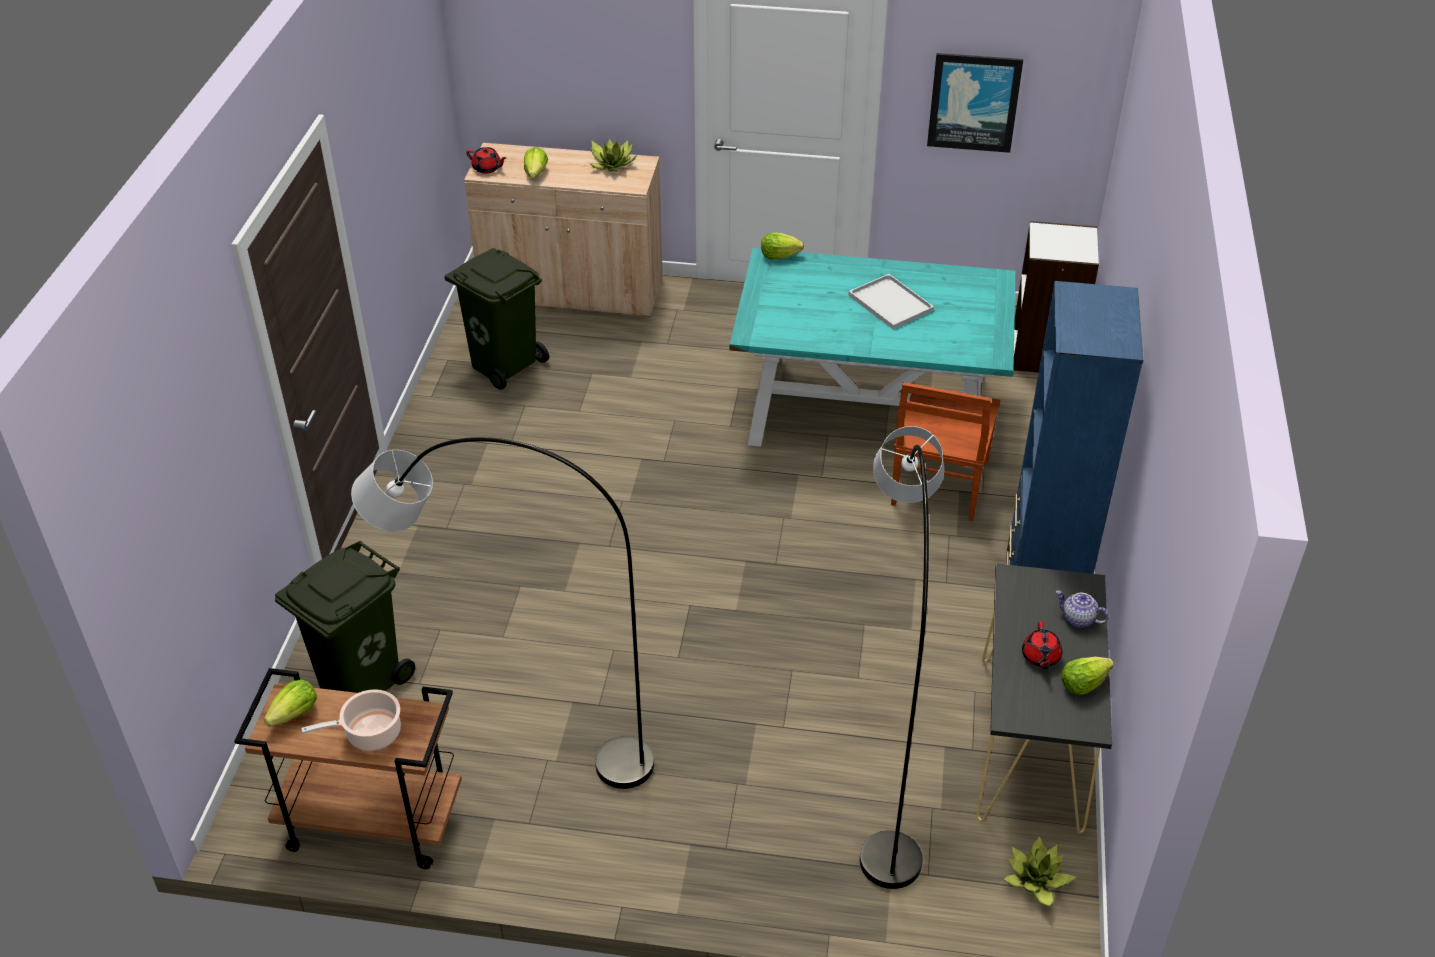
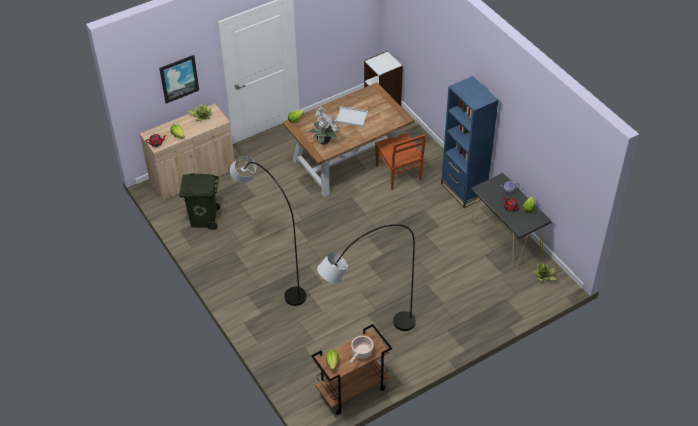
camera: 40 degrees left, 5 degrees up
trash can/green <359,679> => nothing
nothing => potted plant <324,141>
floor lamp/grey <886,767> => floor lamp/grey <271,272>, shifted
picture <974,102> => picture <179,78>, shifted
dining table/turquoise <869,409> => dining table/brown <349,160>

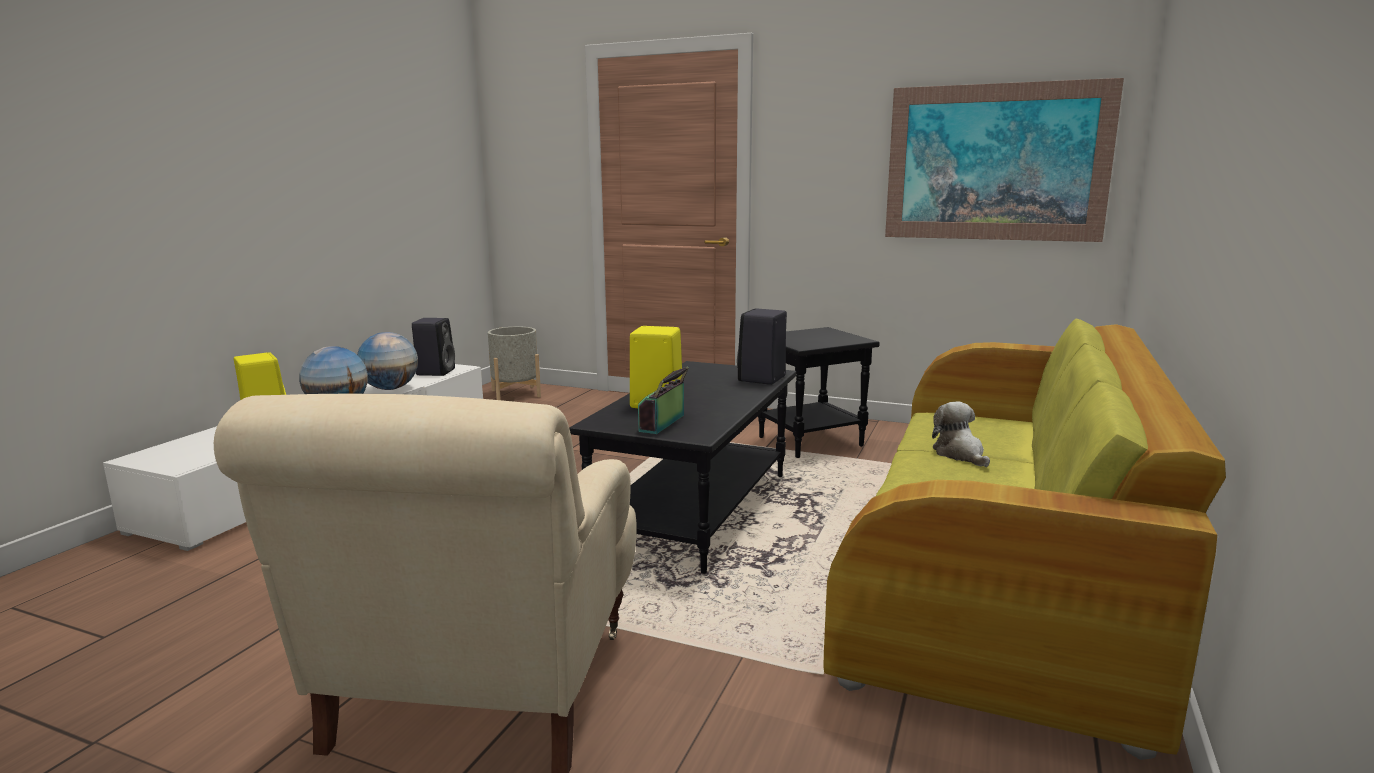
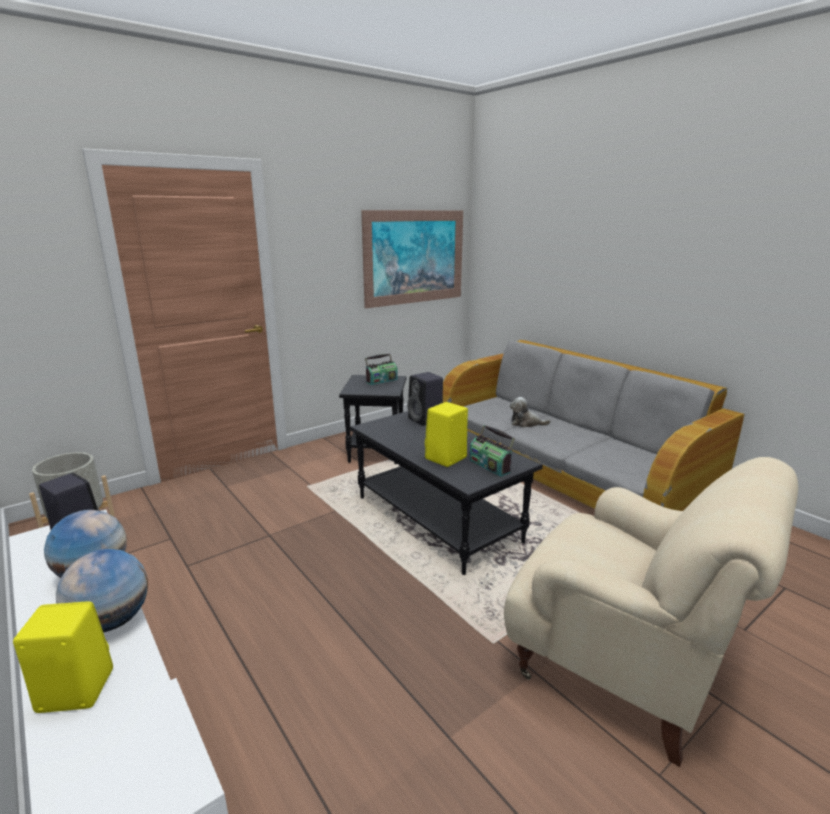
camera: 60 degrees left, 5 degrees up
nothing => radio <381,381>
sofa/green <1000,564> => sofa/grey <564,467>

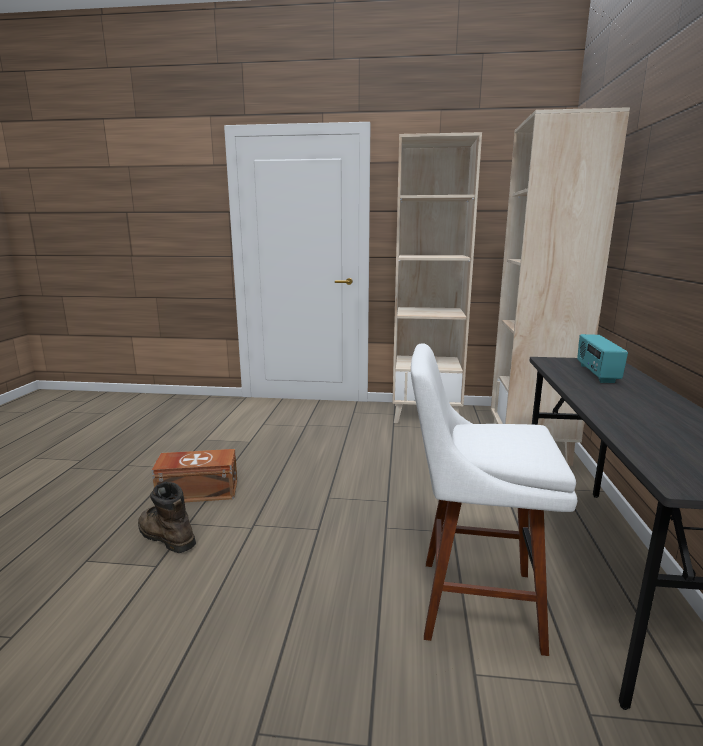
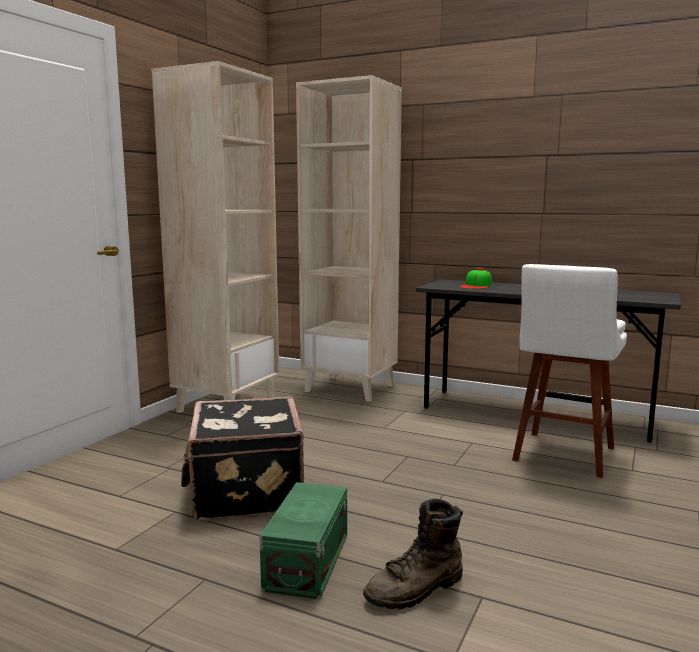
camera: 70 degrees left, 5 degrees down
nothing => suitcase/black <245,492>
radio <596,374> => cap <476,286>
storage box/brown <197,491> => storage box/green <305,562>

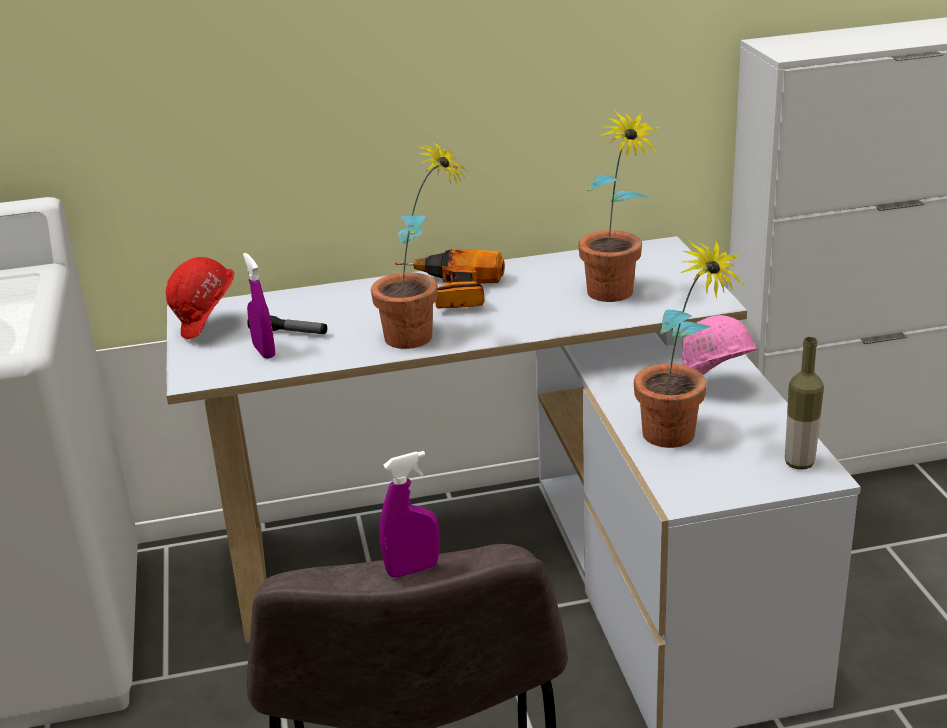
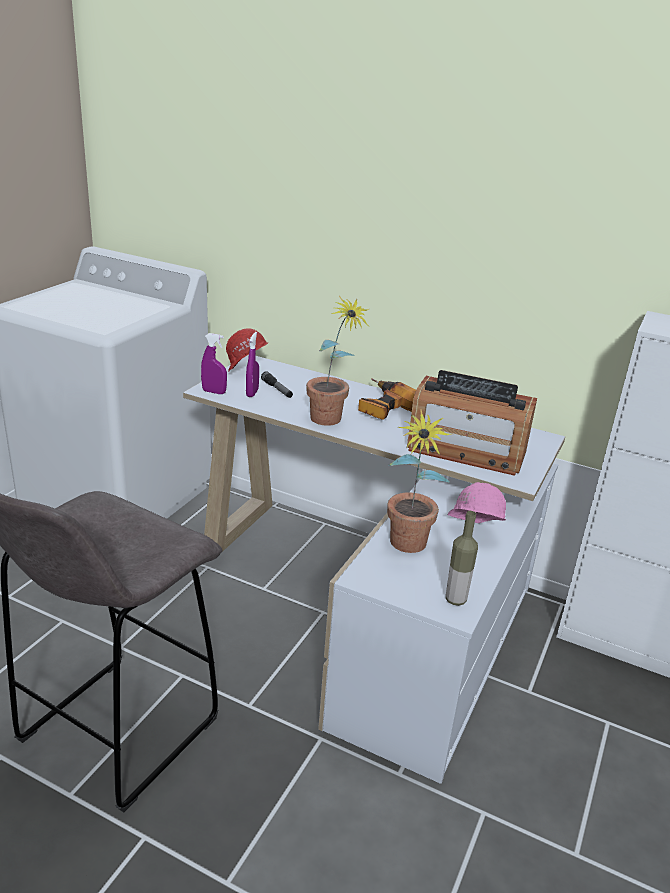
camera: 35 degrees right, 0 degrees up
spray bottle/purple <412,569> => spray bottle/purple <214,392>, shifted
potted plant <615,298> => radio <466,451>

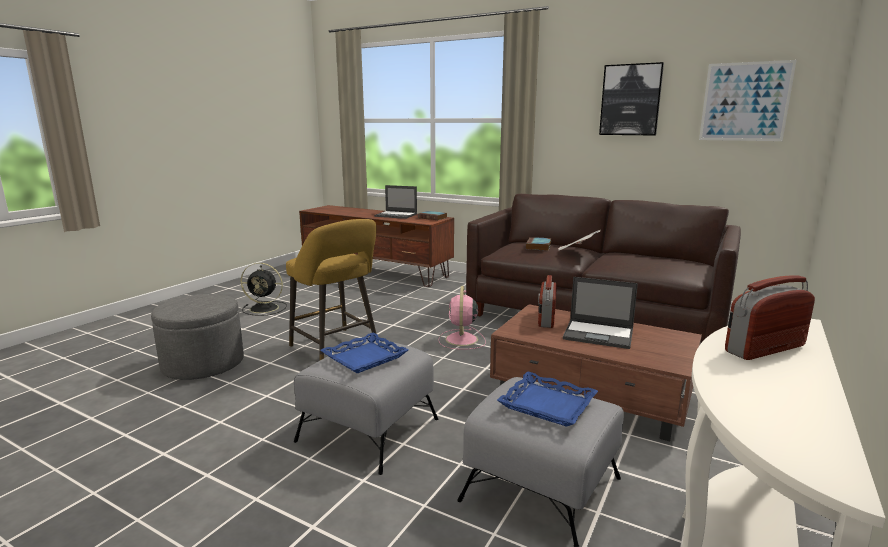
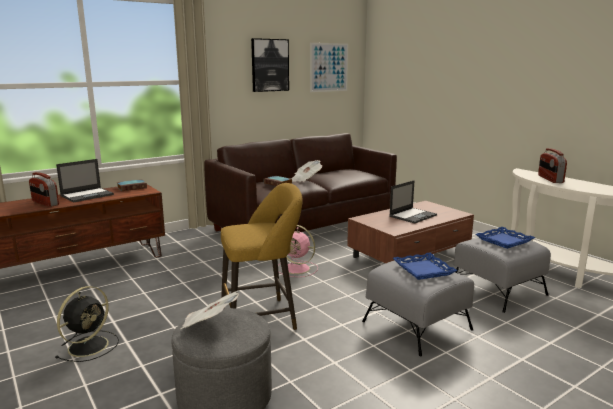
camera: 65 degrees left, 0 degrees up
nothing => newspaper <209,324>
radio <546,319> => radio <45,203>, shifted

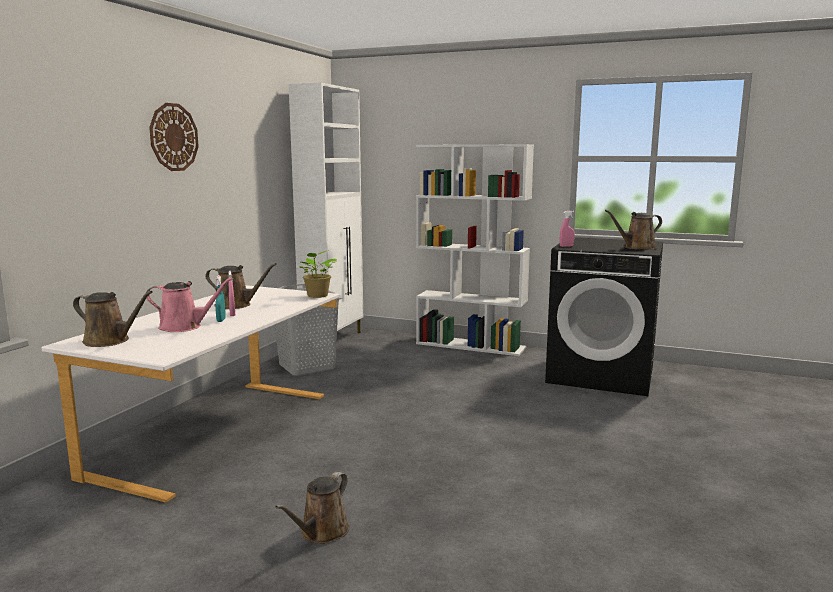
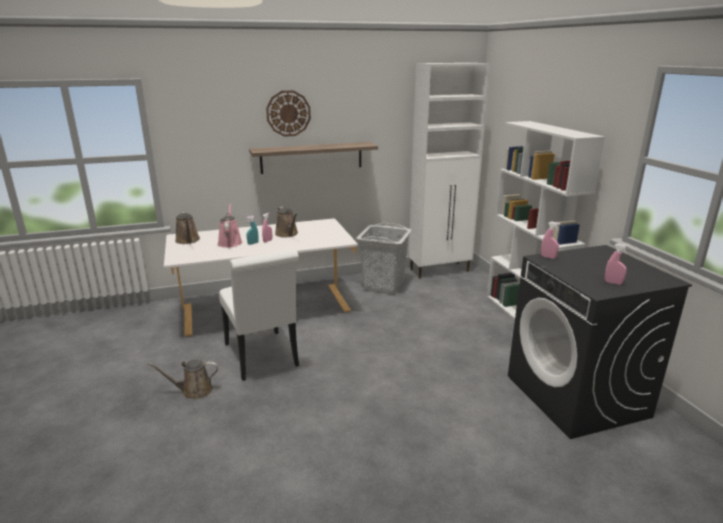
camera: 50 degrees right, 10 degrees up
potted plant <317,296> => nothing
nothing => chair/white <262,358>
nothing => shelf <311,157>
watering can/brown <637,248> => spray bottle/pink <613,283>
watering can/pink <184,327> => watering can/pink <230,242>, 150 degrees counterclockwise

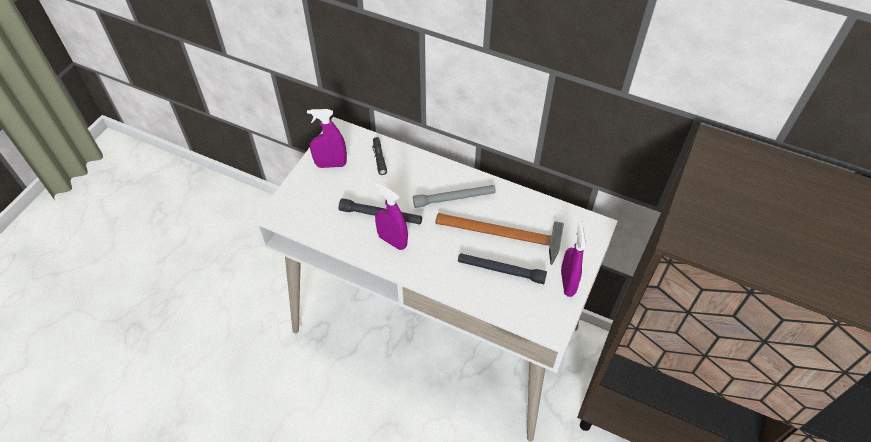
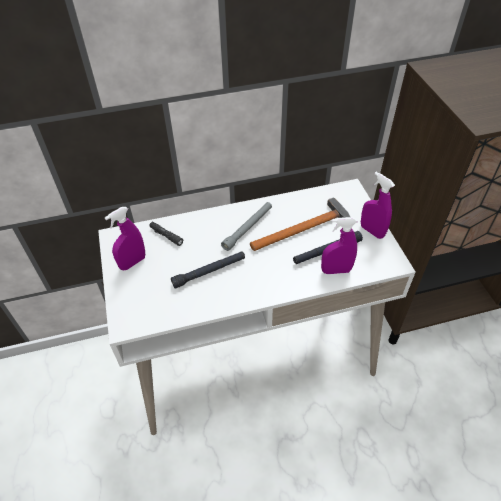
camera: 40 degrees left, 5 degrees down
spray bottle/purple <392,241> => spray bottle/purple <336,270>, shifted

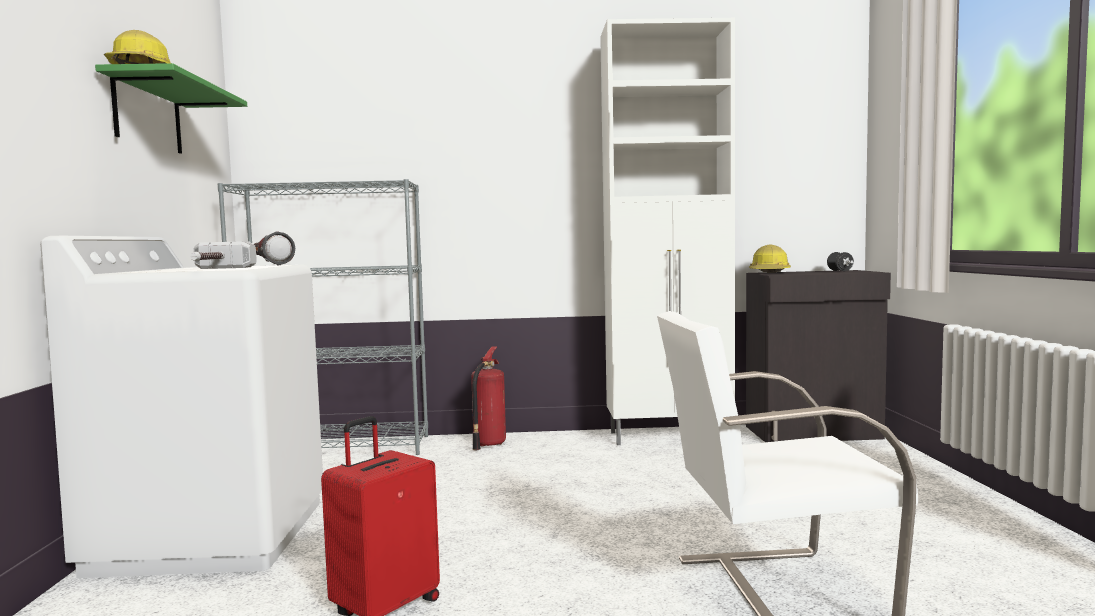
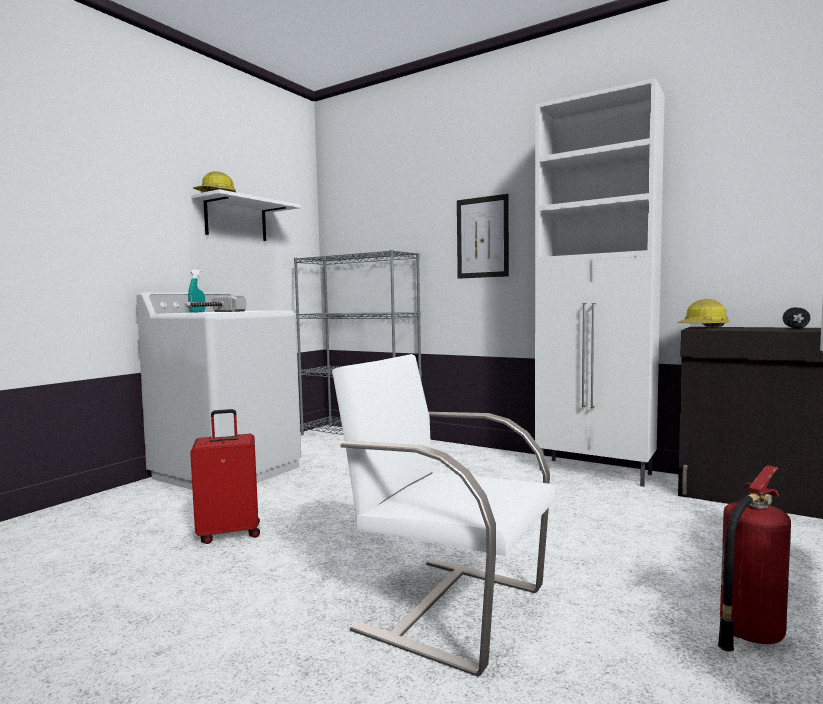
camera: 35 degrees right, 0 degrees up
flashlight <269,265> => nothing
nothing => spray bottle/turquoise <197,312>
nothing => picture <482,237>
fire extinguisher <488,444> => fire extinguisher <748,634>, shifted
shelf/green <148,115> => shelf/white <236,220>

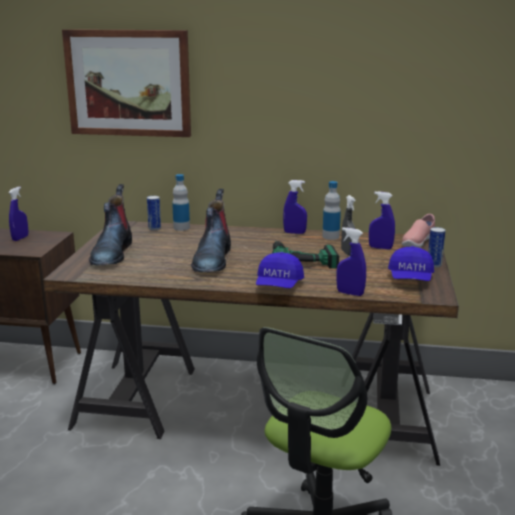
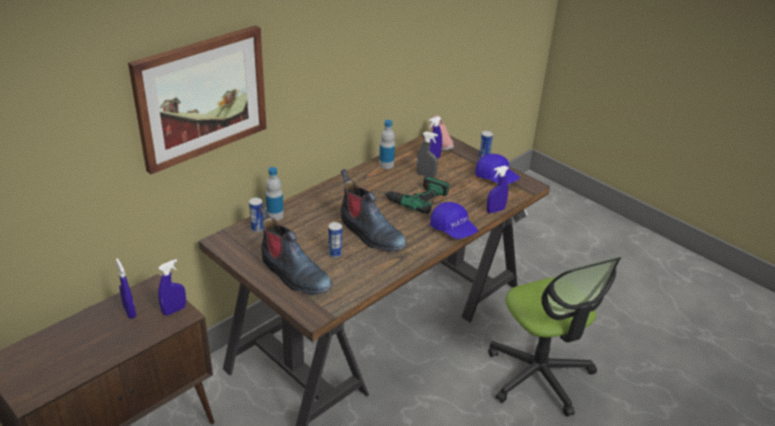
camera: 55 degrees left, 15 degrees up
nothing => can <335,254>
spray bottle/blue <294,233> => spray bottle/blue <174,310>, shifted

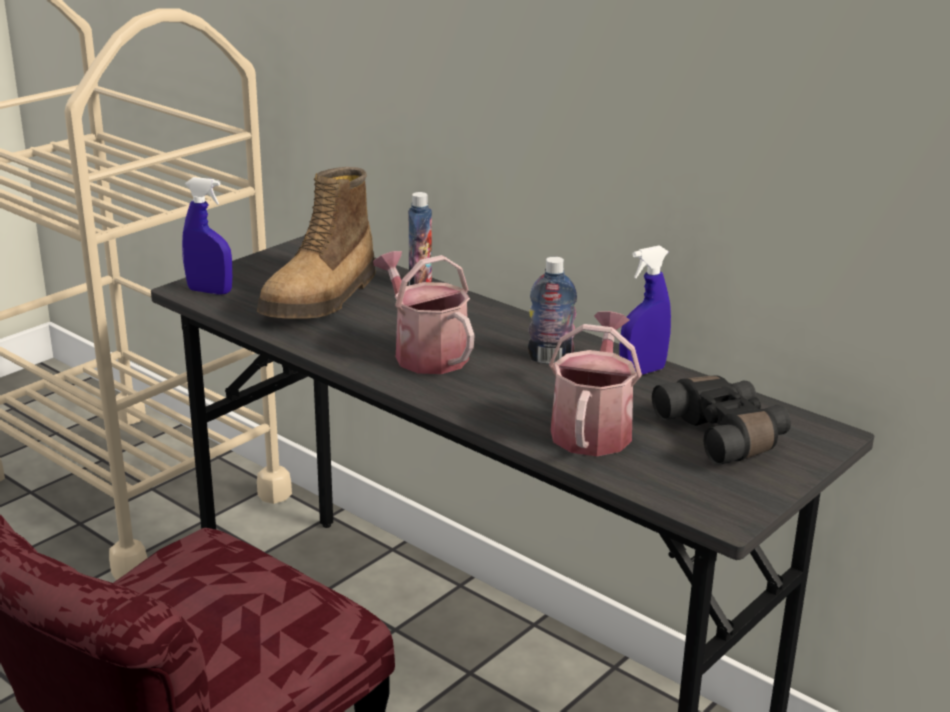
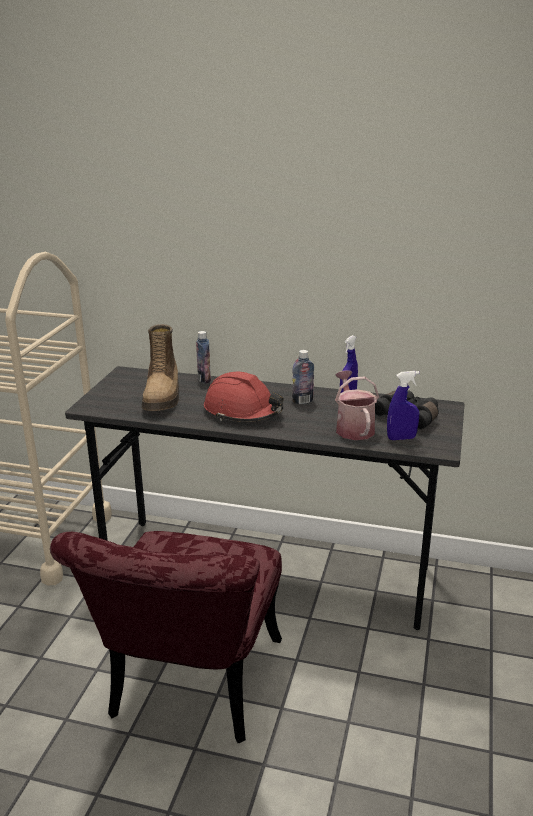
camera: 25 degrees left, 0 degrees up
spray bottle/blue <210,291> => spray bottle/blue <401,438>, shifted
watering can <425,353> => hard hat/red <243,411>

